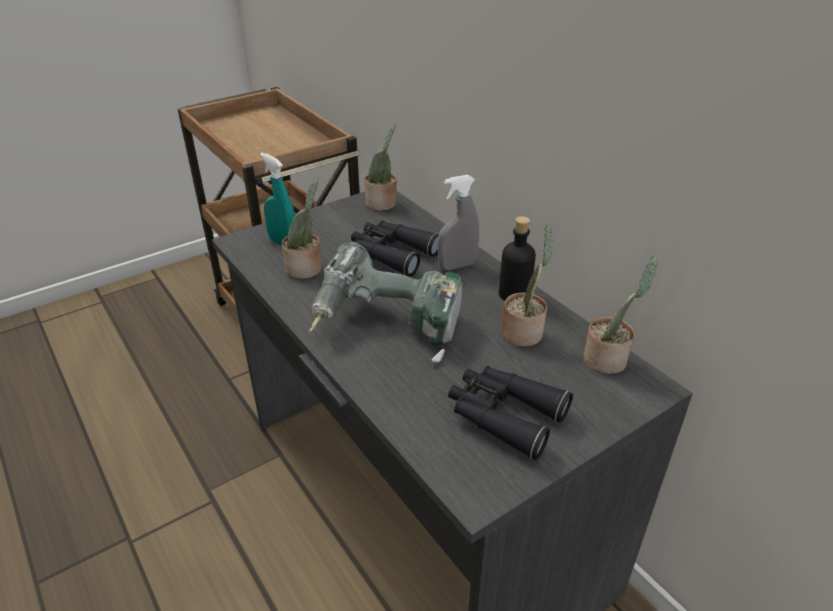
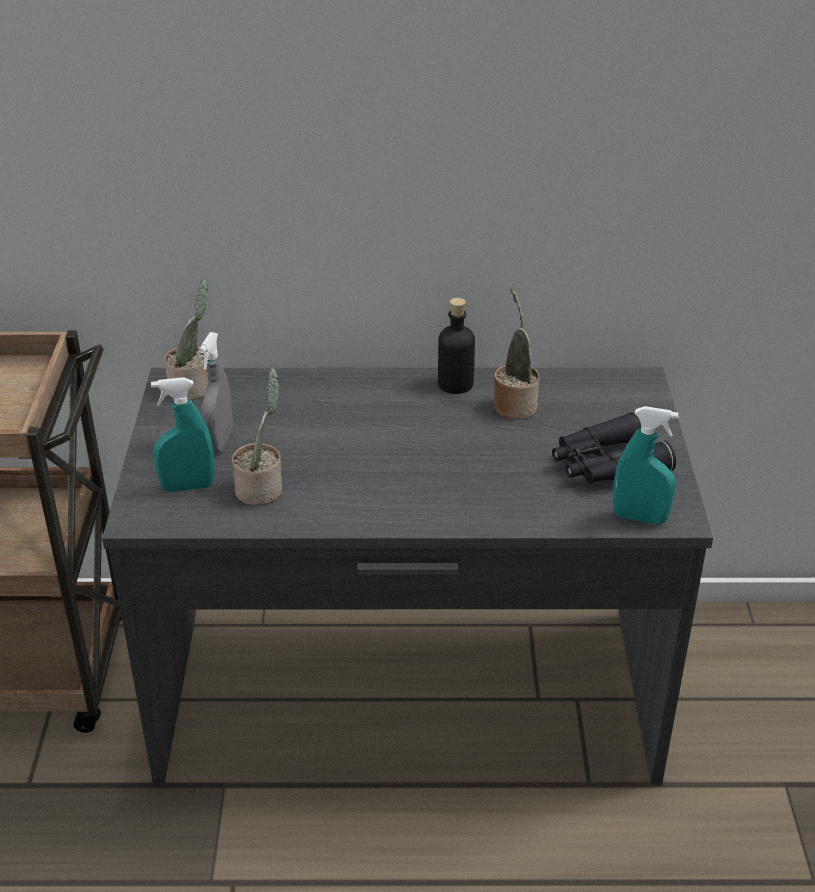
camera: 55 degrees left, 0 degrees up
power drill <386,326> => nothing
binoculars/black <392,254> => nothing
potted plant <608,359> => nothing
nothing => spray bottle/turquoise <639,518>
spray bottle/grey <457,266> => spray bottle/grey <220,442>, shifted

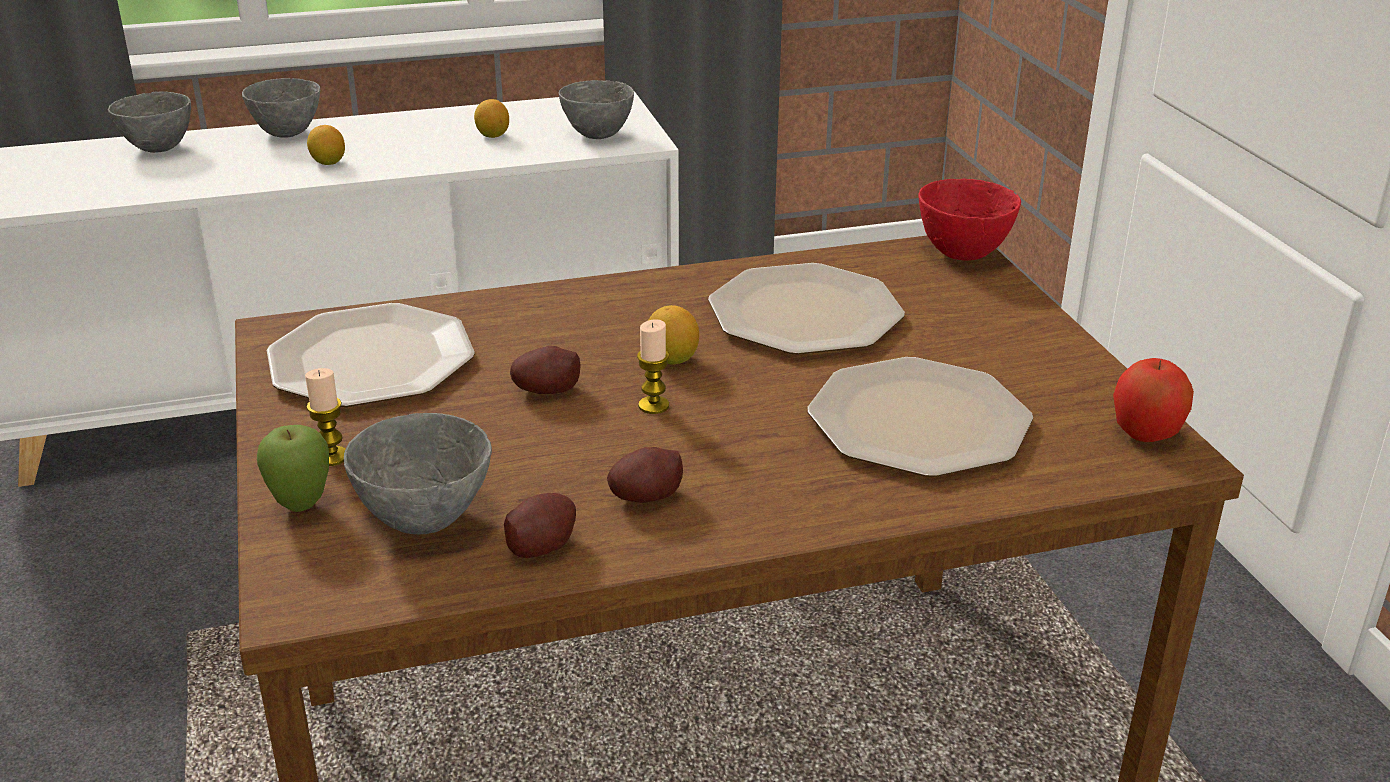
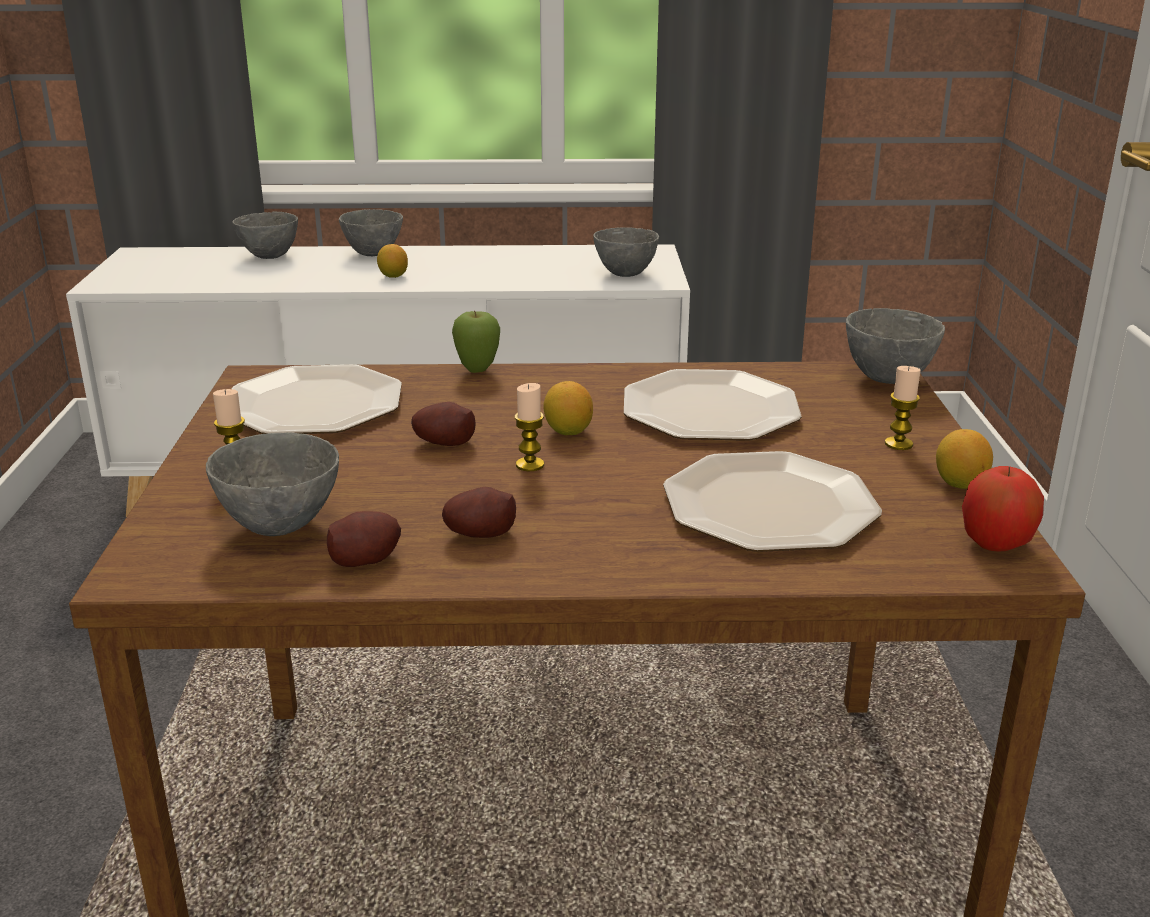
camera: 15 degrees right, 5 degrees down
nothing => candle <898,444>
apple <301,507> => apple <477,371>, shifted
lemon <492,135> => lemon <959,484>, shifted
bowl/red <961,253> => bowl/grey <886,377>

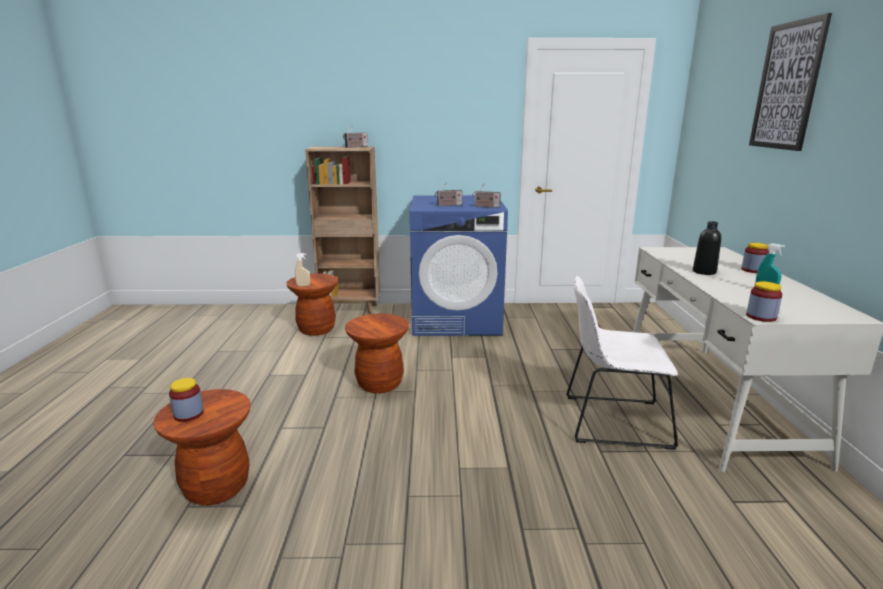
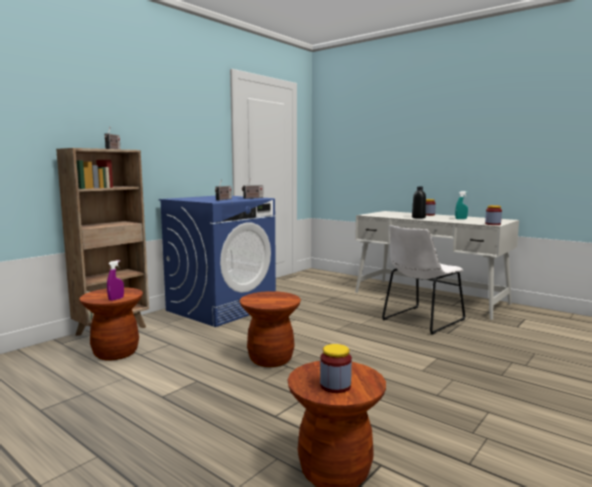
camera: 50 degrees left, 10 degrees down
picture <787,86> => nothing
spray bottle/beige <303,285> => spray bottle/purple <116,299>

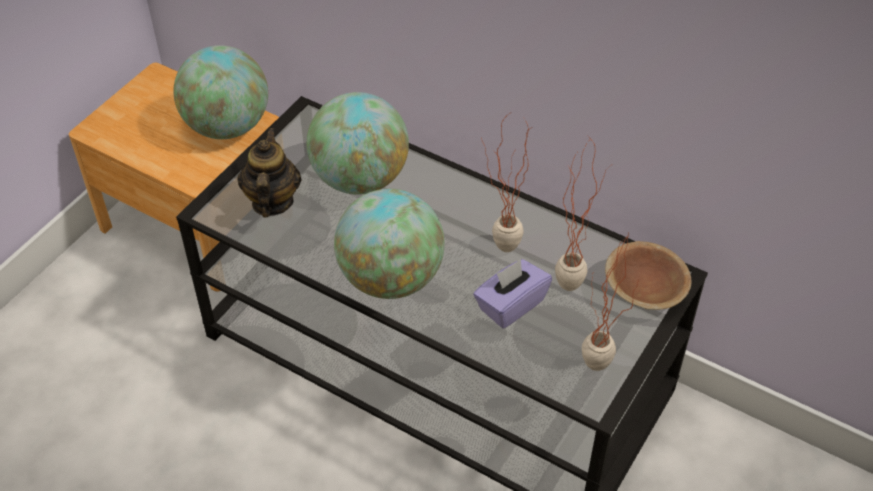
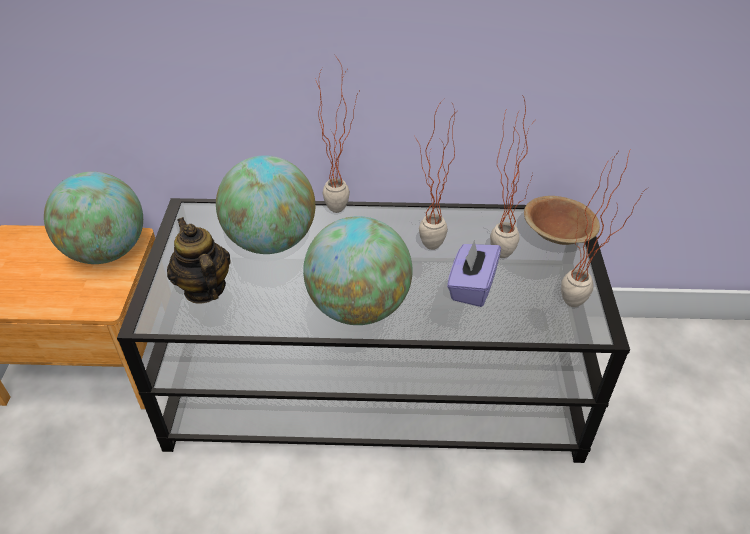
camera: 30 degrees left, 5 degrees down
nothing => potted plant <343,206>

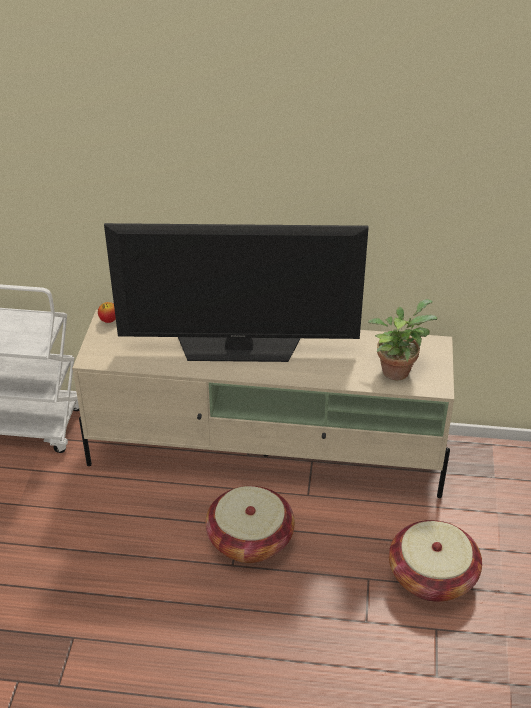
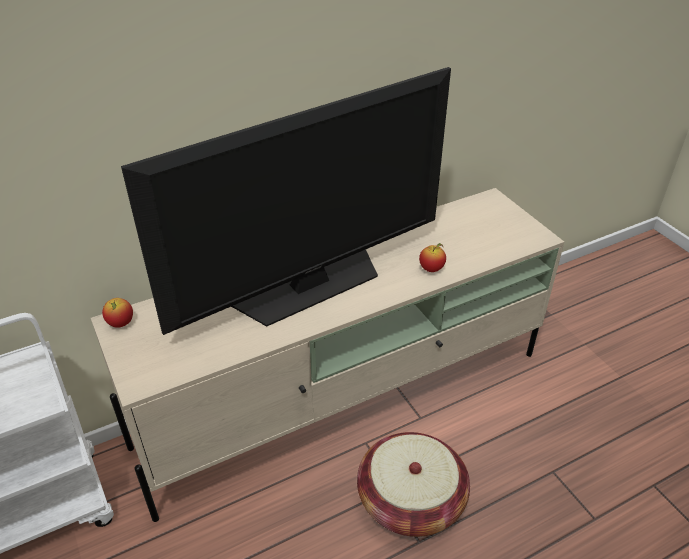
camera: 35 degrees left, 0 degrees up
potted plant <396,369> => nothing
basket <432,576> => nothing
nothing => apple <431,269>

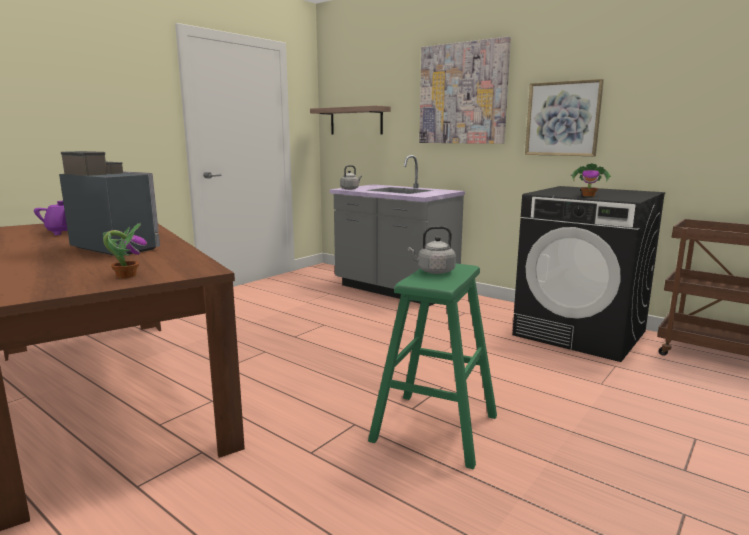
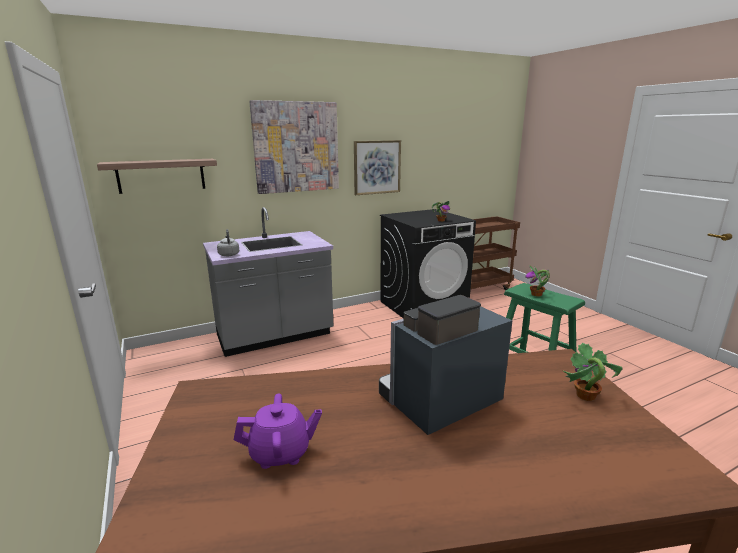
camera: 65 degrees left, 5 degrees up
kettle/grey <434,271> => potted plant <536,294>

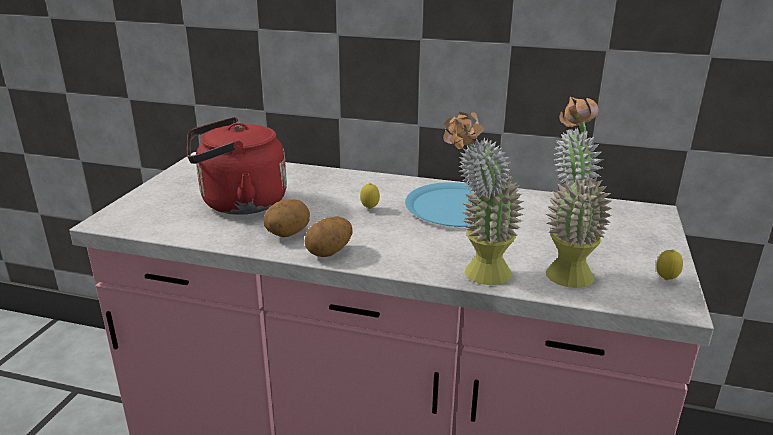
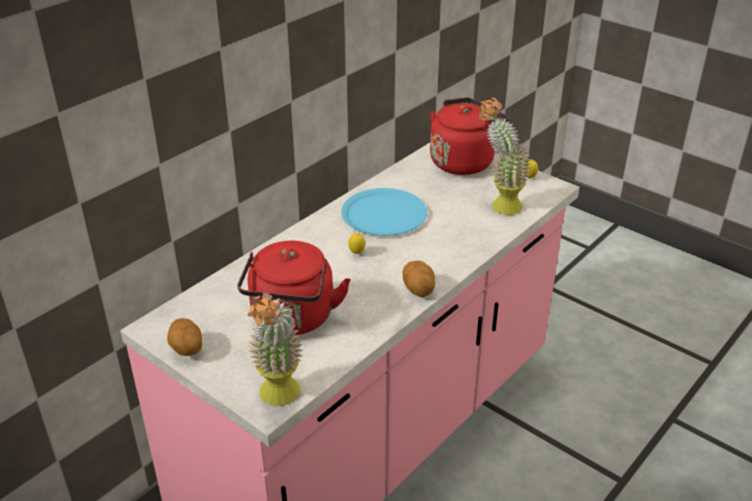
camera: 65 degrees left, 10 degrees up
nothing => kettle/red <464,161>
potato <287,234> => potato <186,350>, shifted
potted plant <477,276> => potted plant <279,399>, shifted

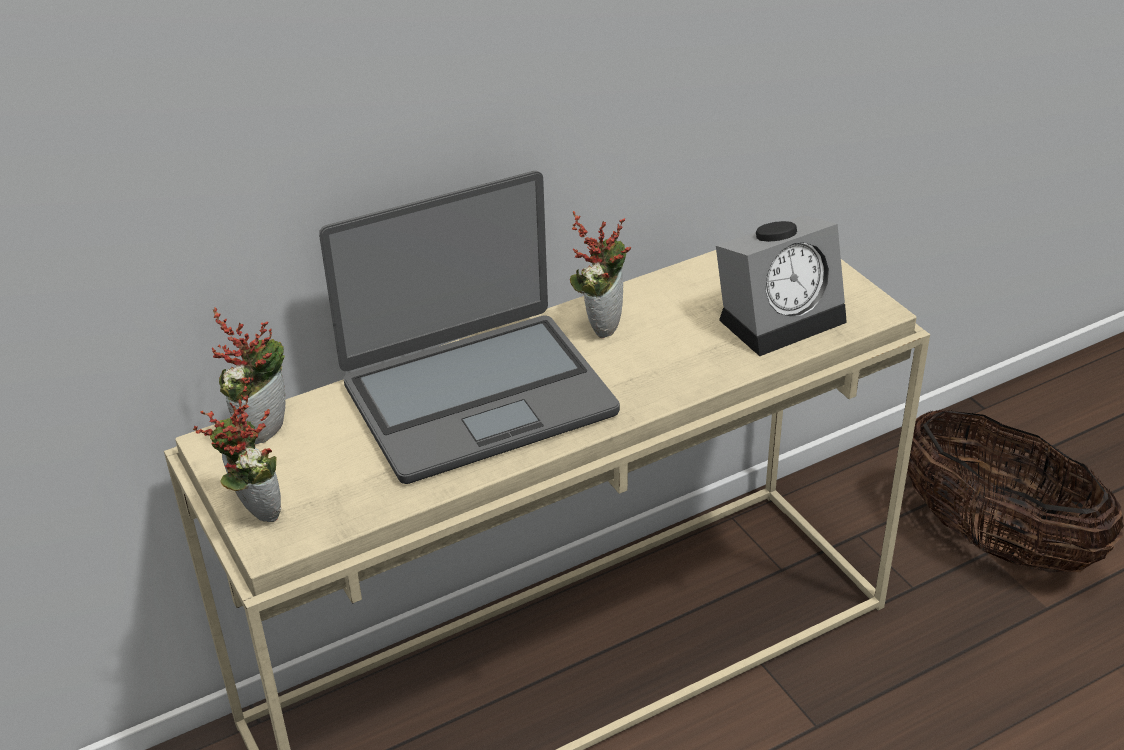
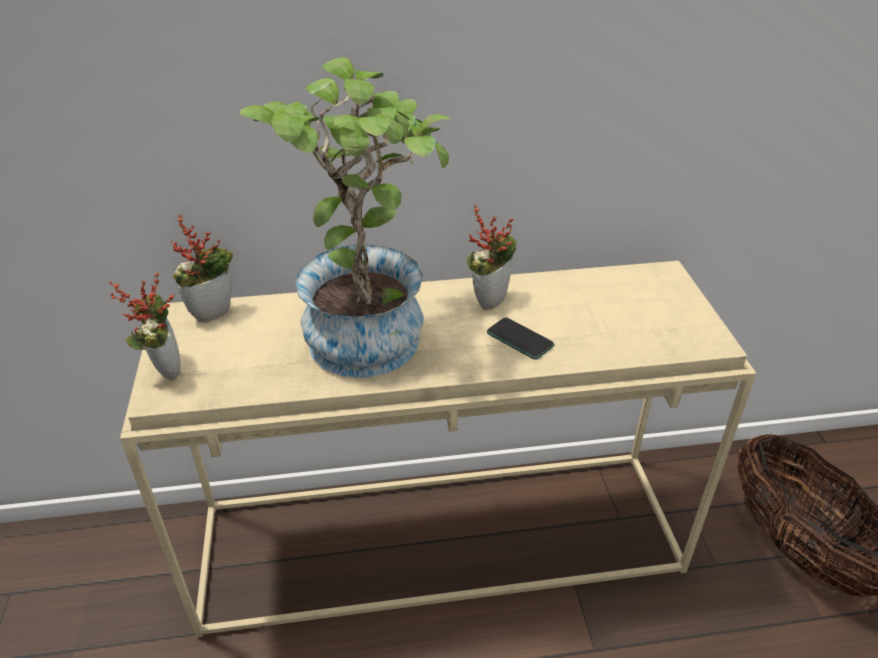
camera: 20 degrees right, 0 degrees up
alarm clock <781,316> => nothing
nothing => phone <520,339>
laptop <477,397> => potted plant <368,329>

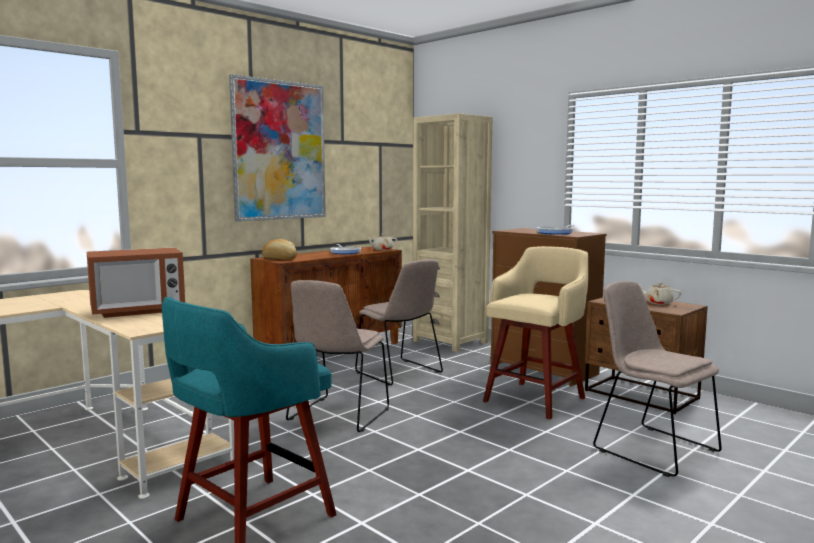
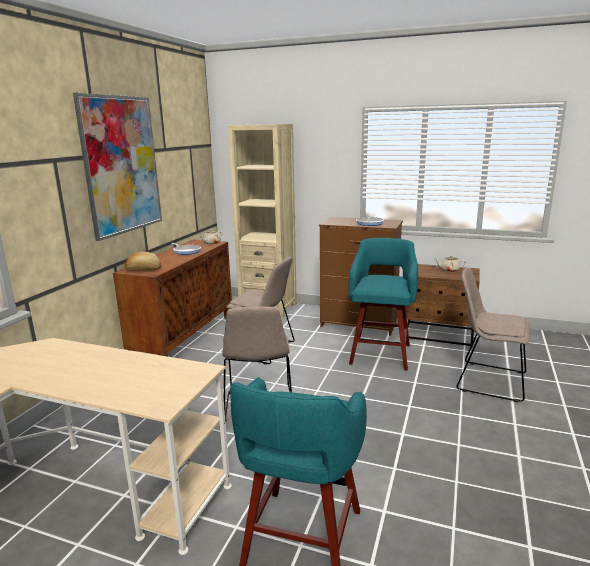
camera: 25 degrees left, 10 degrees up
microwave <138,311> => nothing
stool/beige <536,399> => stool/turquoise <381,353>

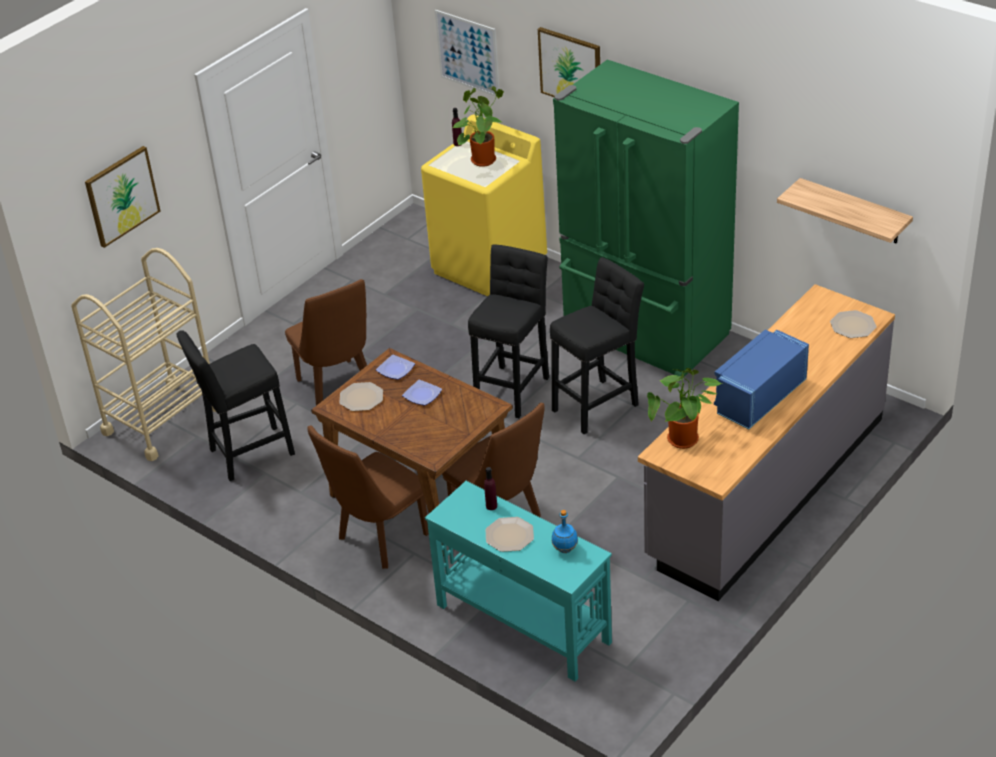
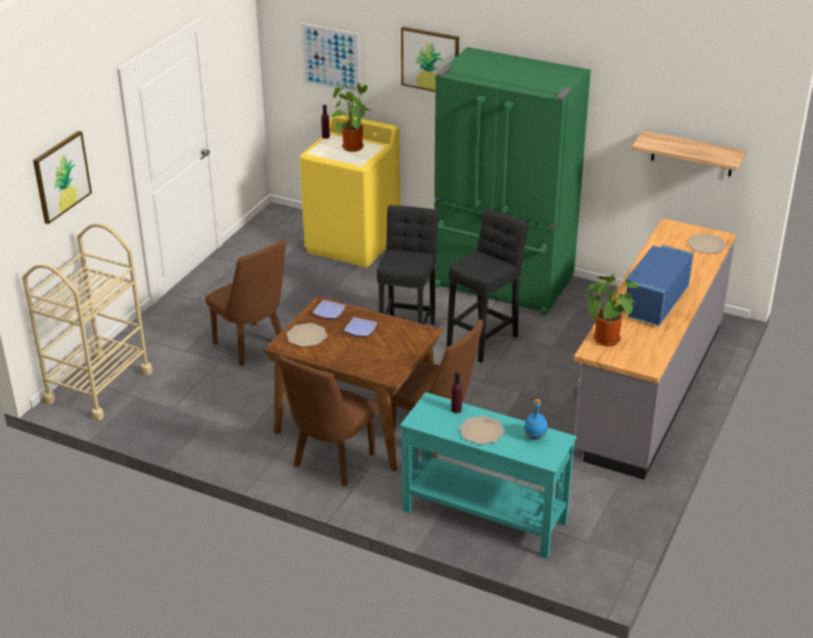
camera: 15 degrees left, 5 degrees down
stool/black <247,454> => nothing

